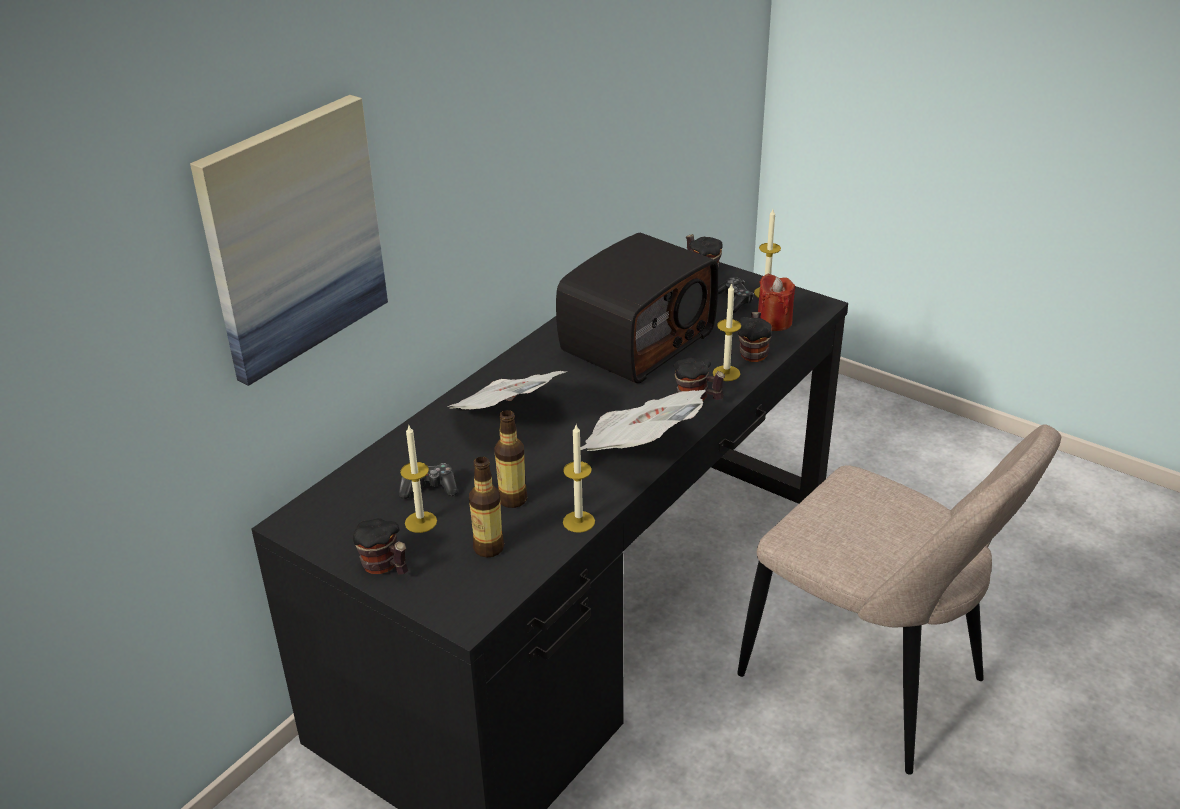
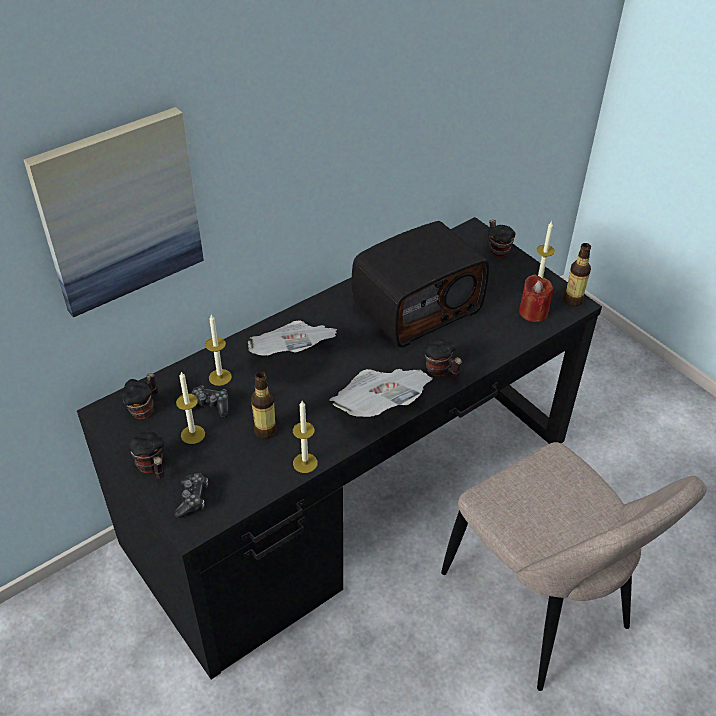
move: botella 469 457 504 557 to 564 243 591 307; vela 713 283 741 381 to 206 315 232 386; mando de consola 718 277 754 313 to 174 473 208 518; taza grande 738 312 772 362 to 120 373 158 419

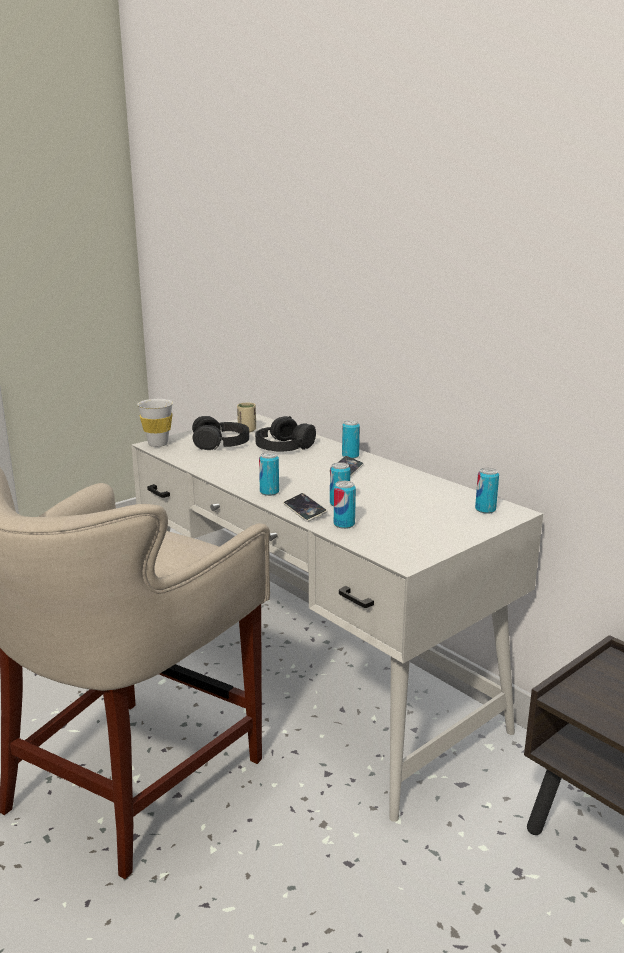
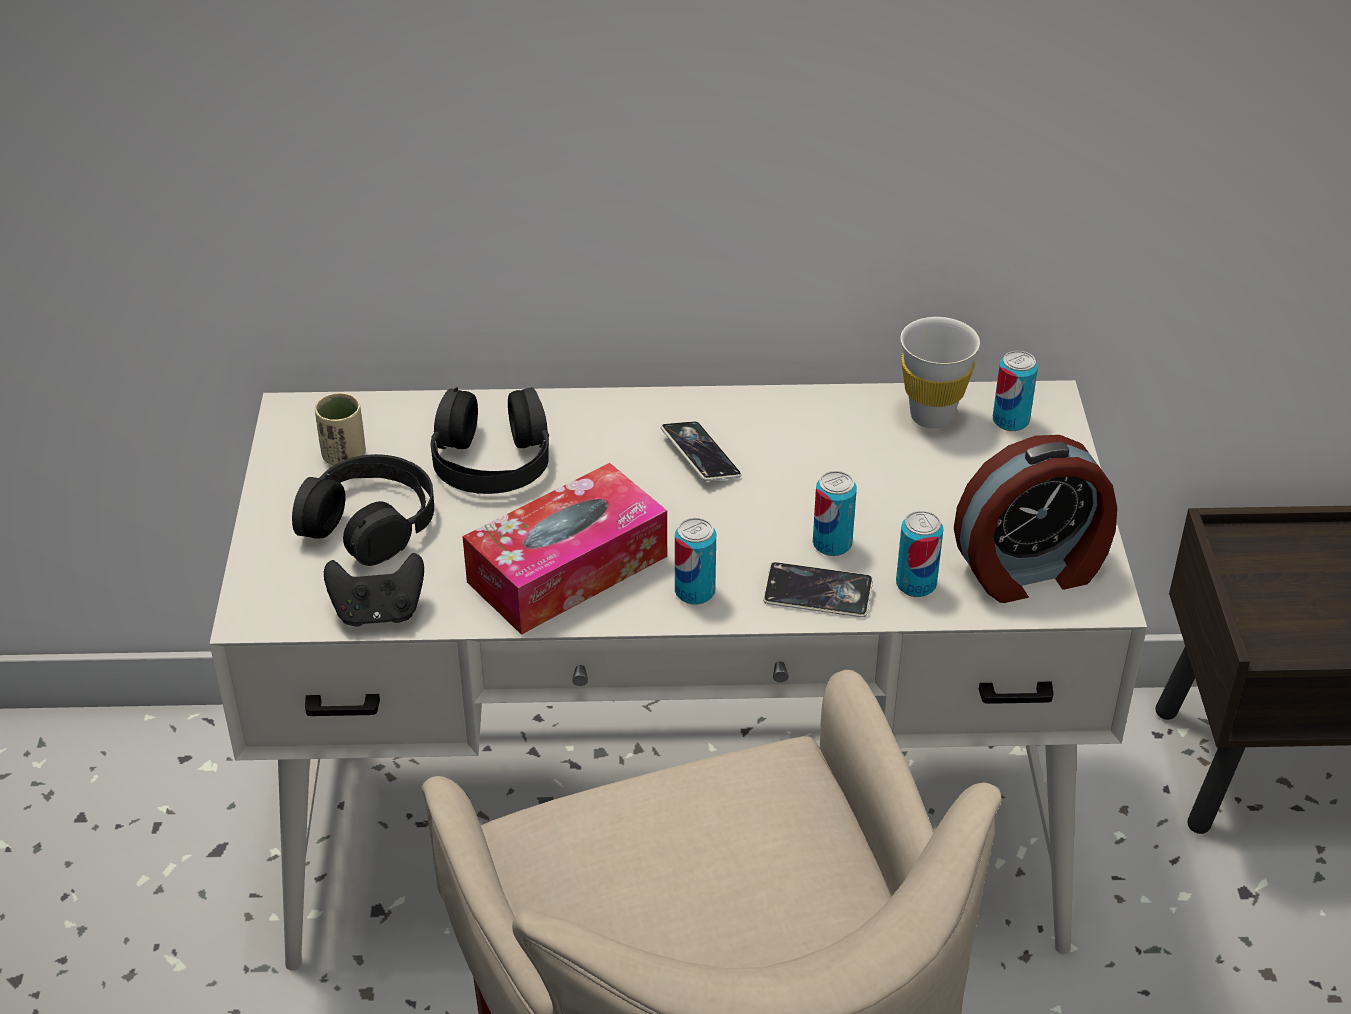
delete: lata 342 420 360 459
insert: mando de consola [negro] 324 553 424 627; caja de pañuelos 462 463 667 635; despertador 954 435 1117 603
move: taza [blanco] 137 399 173 447 to 900 317 980 428

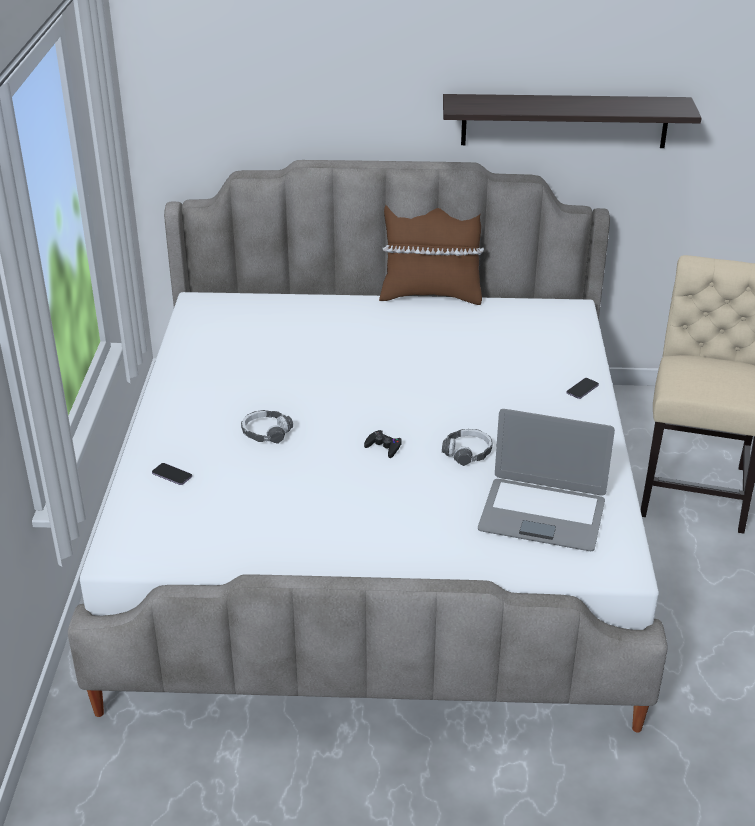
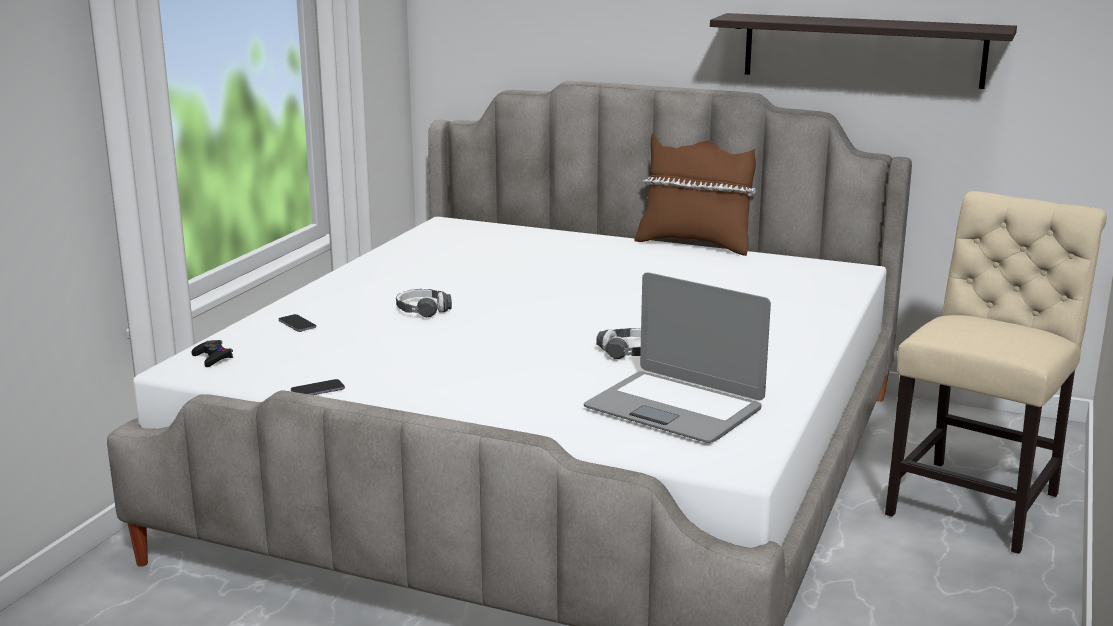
move: mando de consola [negro] 364 430 402 458 to 192 340 233 367; móvil 567 378 599 399 to 291 379 345 395

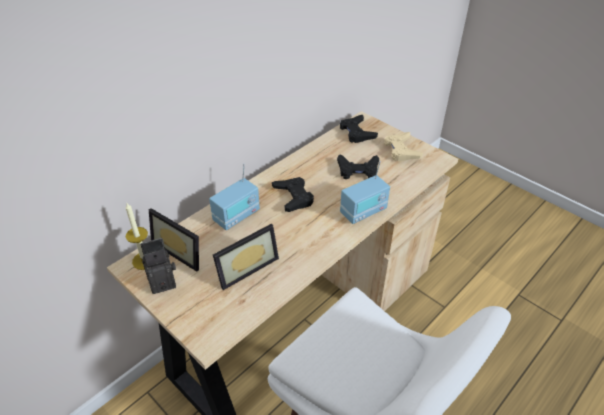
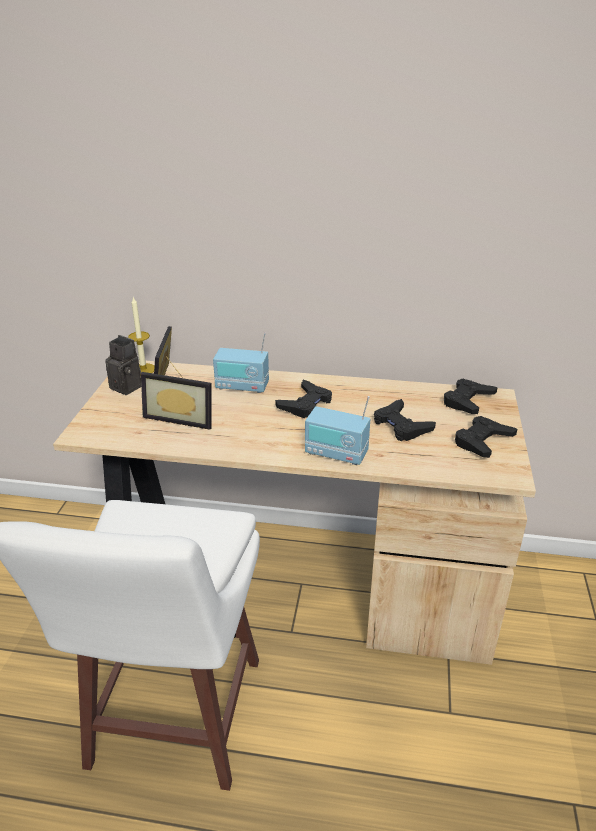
recolor: mando de consola [beis] 384 132 423 161 to mando de consola [negro] 455 416 517 458

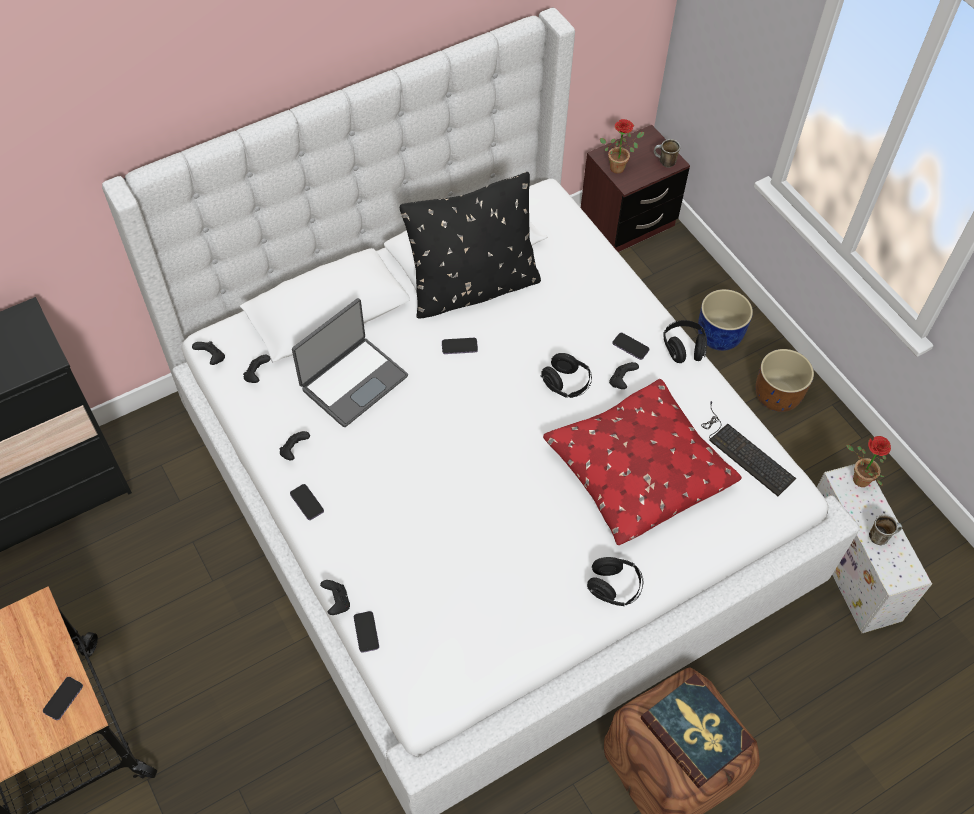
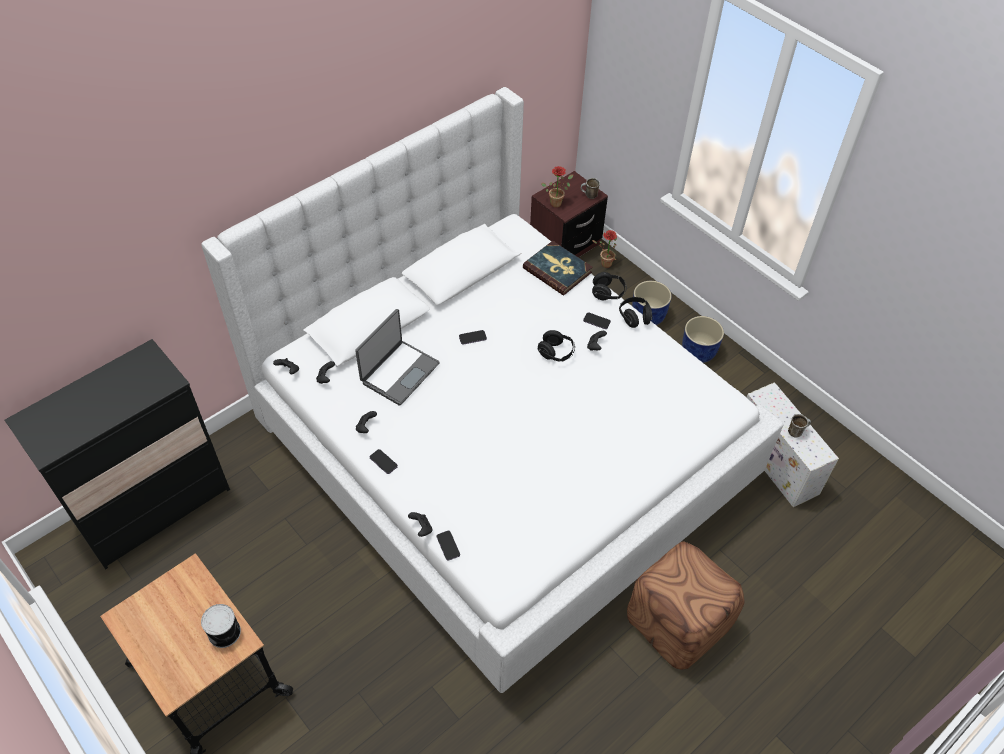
delete: cojín [negro] 400 172 541 319; cojín [rojo] 543 379 742 545; teclado 701 401 796 496
move: auriculares [negro] 587 557 643 606 to 592 272 627 300; libro 640 674 754 788 to 523 241 593 295; planta en maceta 846 436 891 487 to 592 230 617 268
replace: móvil 43 677 83 720 to lata 201 604 241 648
recolor: maceta [marrón] 755 349 814 412 to maceta [azul] 682 316 724 363

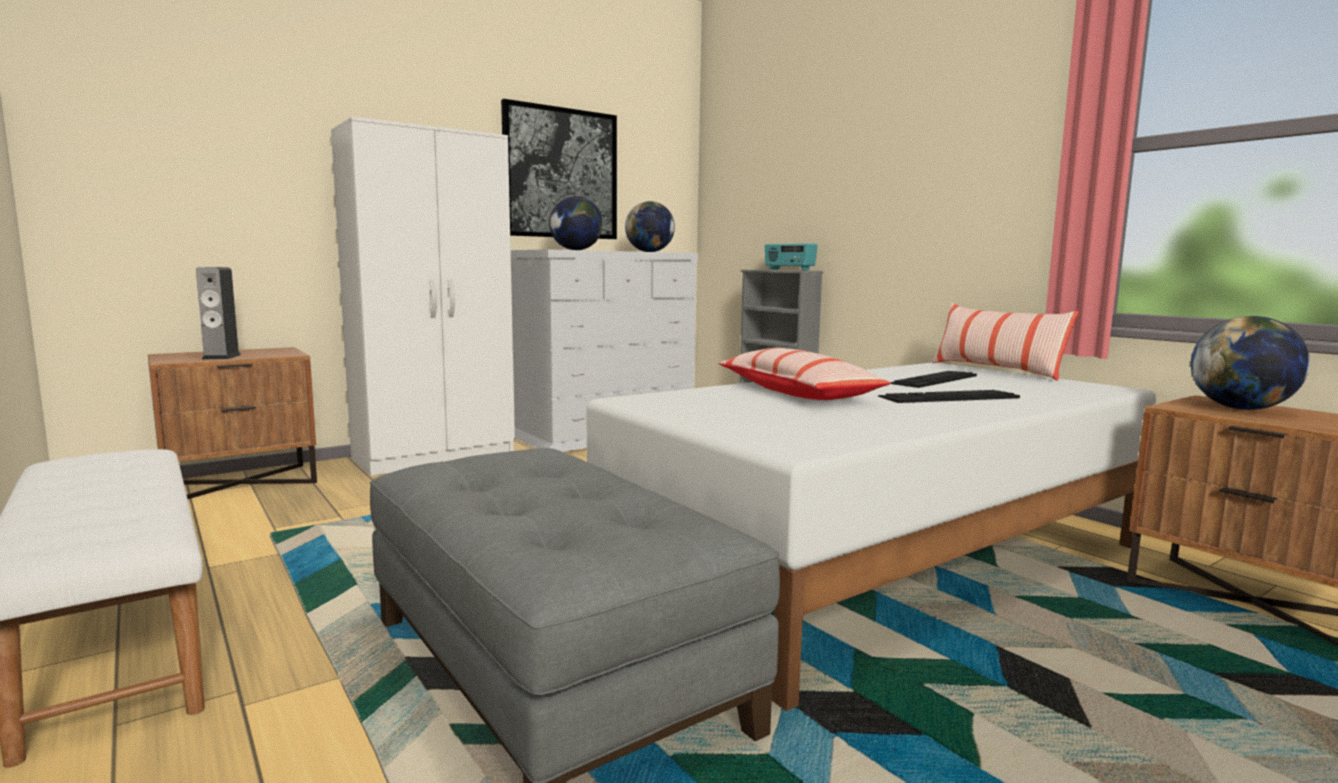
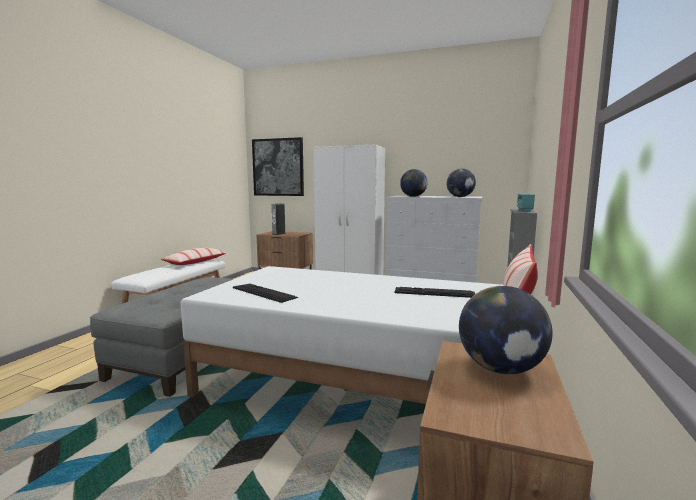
move: cuadro 501 99 617 239 to 252 137 304 196; cojín 718 348 891 400 to 161 248 226 265; teclado 878 390 1020 403 to 233 284 298 303

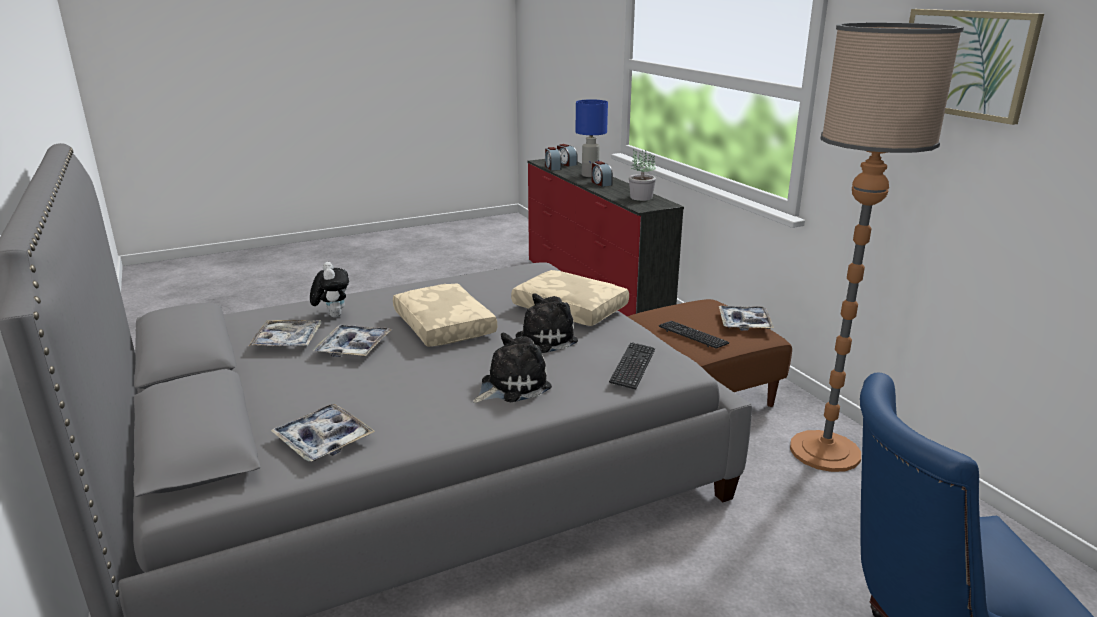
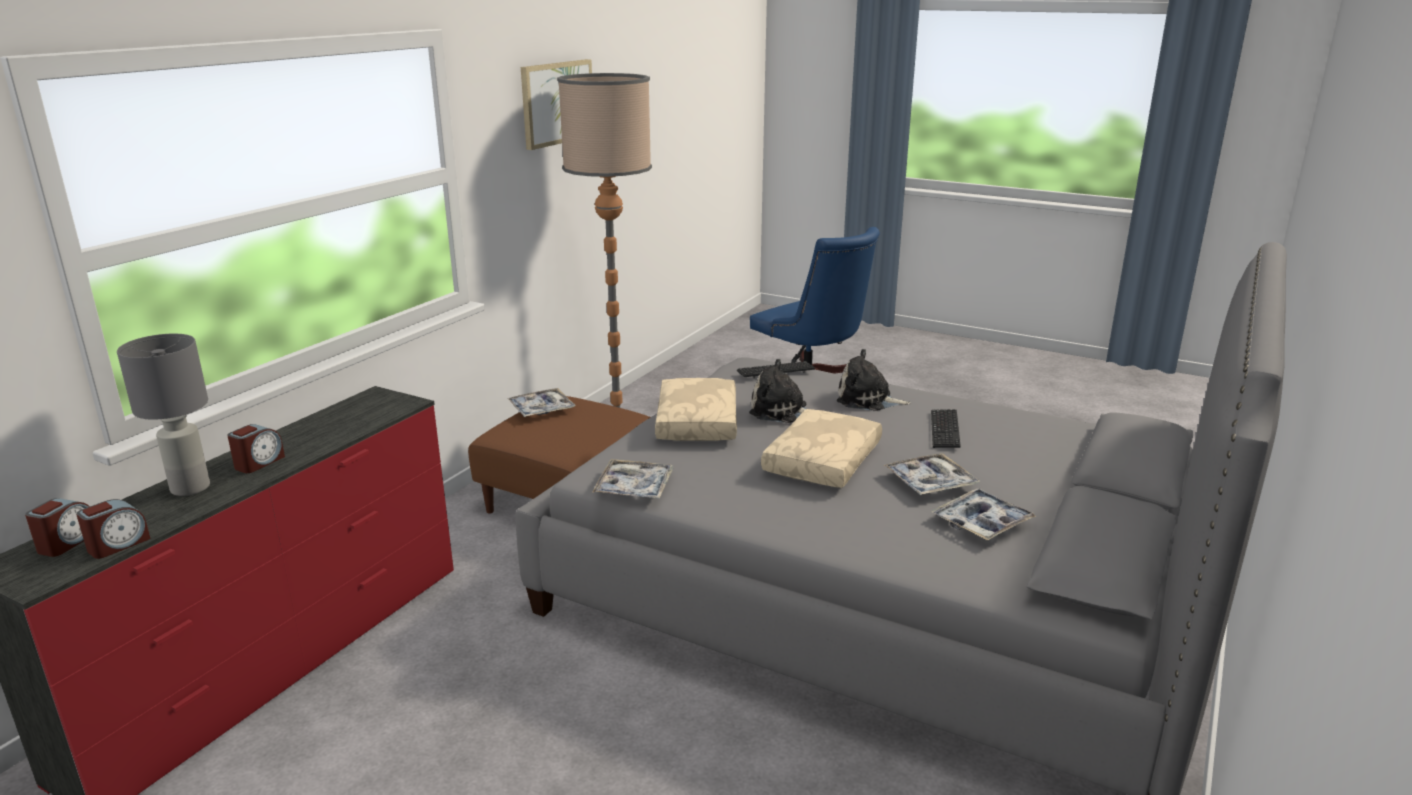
delete: peluche 310 262 349 318; planta en maceta 629 150 656 201
move: bandeja 270 404 375 462 to 592 459 674 499; teclado 659 321 729 349 to 931 409 961 448
recolor: lámpara de mesa [azul] 575 99 608 177 to lámpara de mesa [gris] 117 334 210 496

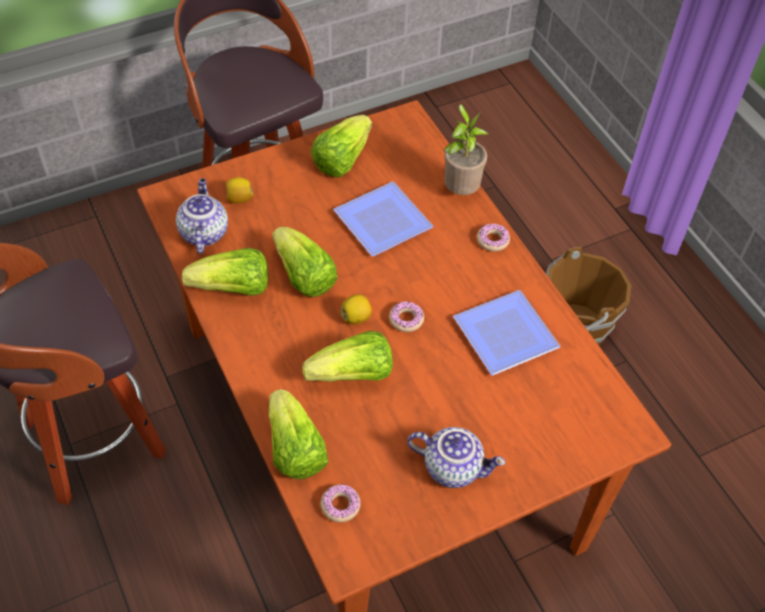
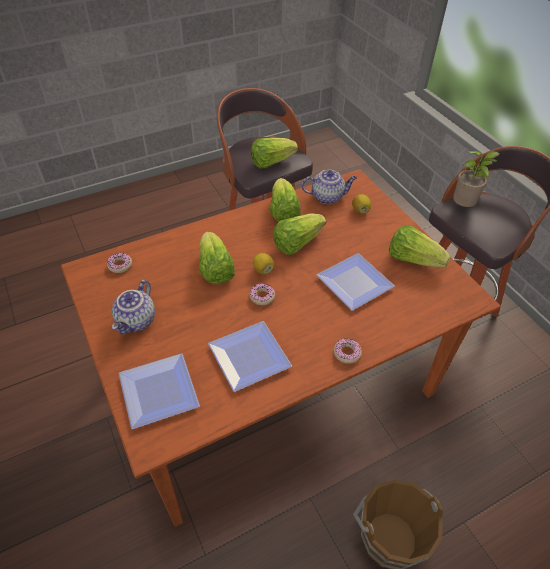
insert: plato 119 353 200 429
move: lechuga 269 389 328 479 to 251 138 298 168; planta en maceta 444 104 488 195 to 453 151 499 207

